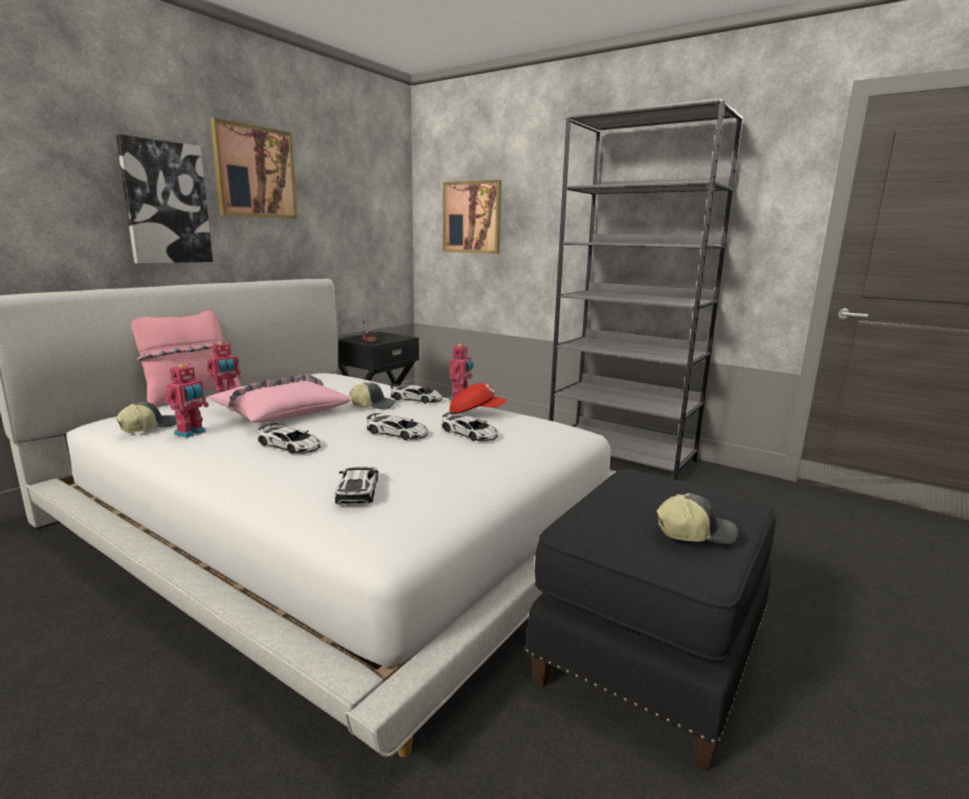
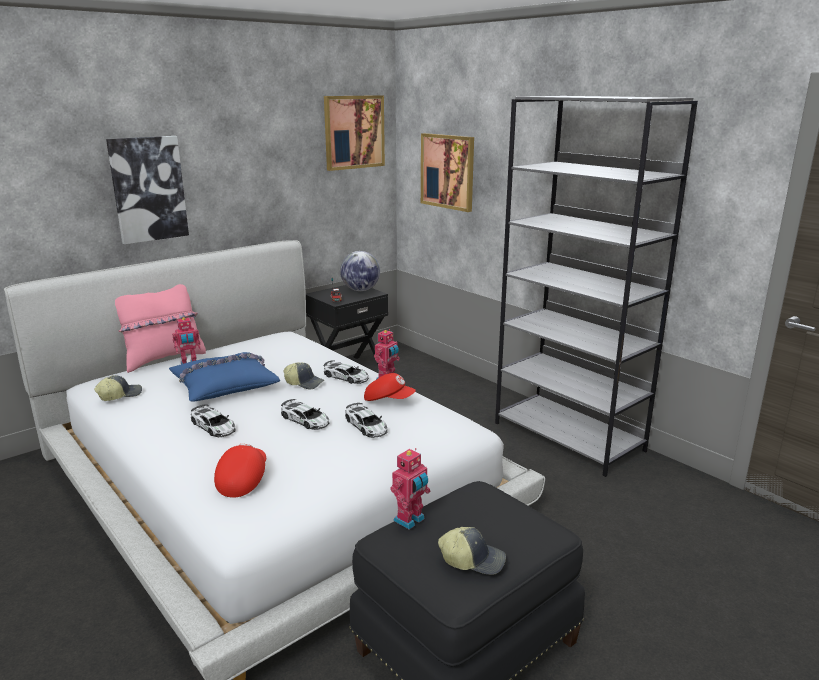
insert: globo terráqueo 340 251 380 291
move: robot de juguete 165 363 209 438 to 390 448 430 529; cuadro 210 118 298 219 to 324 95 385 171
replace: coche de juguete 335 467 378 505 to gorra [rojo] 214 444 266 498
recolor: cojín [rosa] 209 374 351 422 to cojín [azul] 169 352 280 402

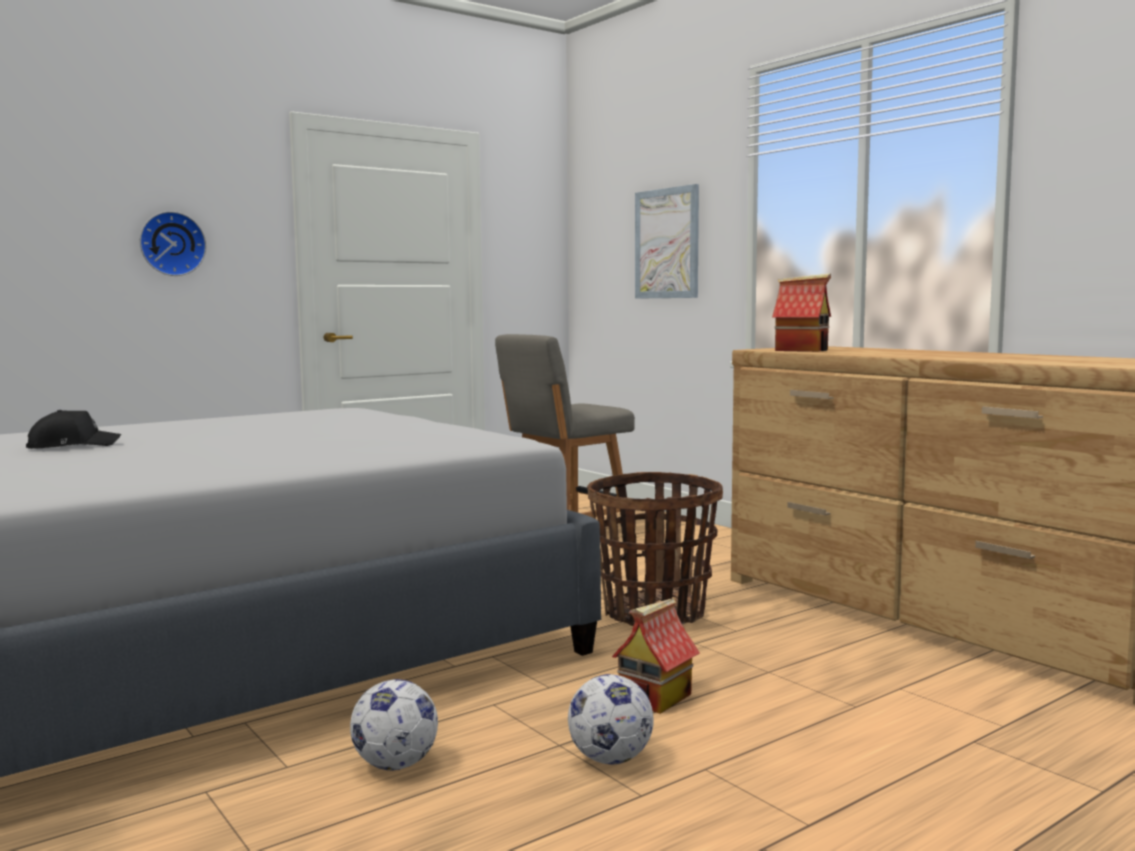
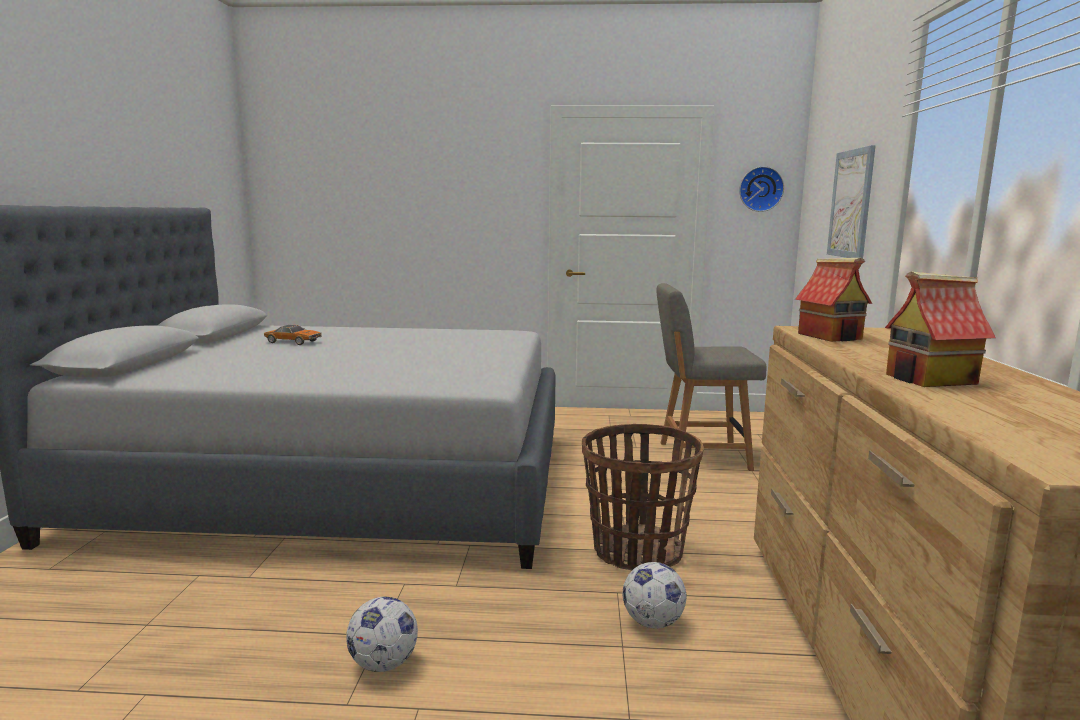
move: reloj de pared 140 211 206 276 to 739 166 784 212; balón de fútbol 350 679 438 770 to 623 562 687 628; casita 612 598 699 714 to 885 272 996 387
replace: gorra [negro] 26 410 121 449 to coche de juguete 264 324 322 345

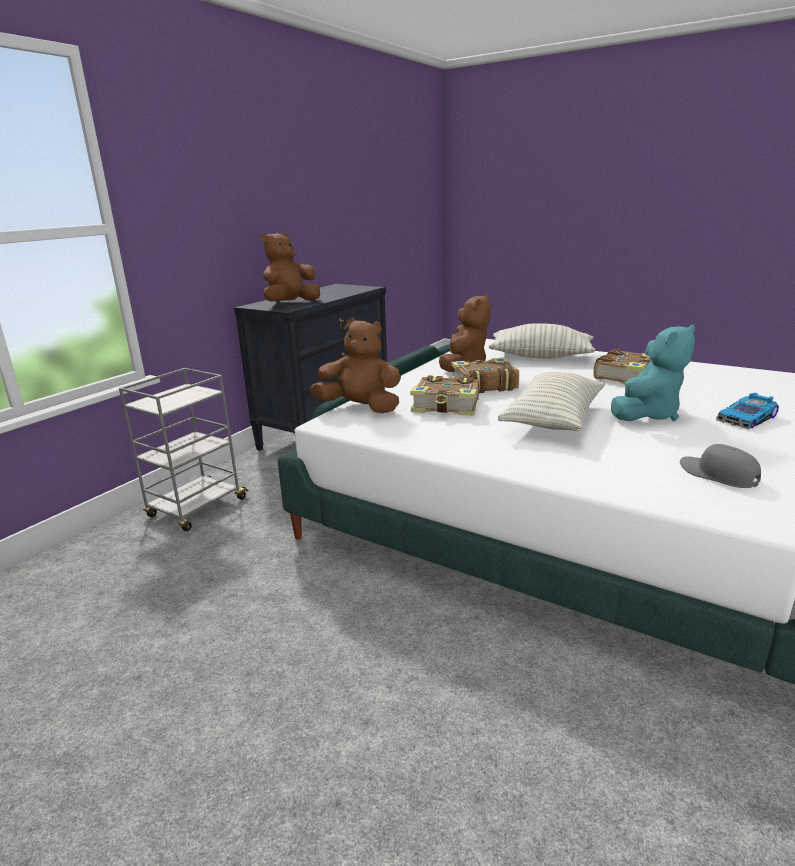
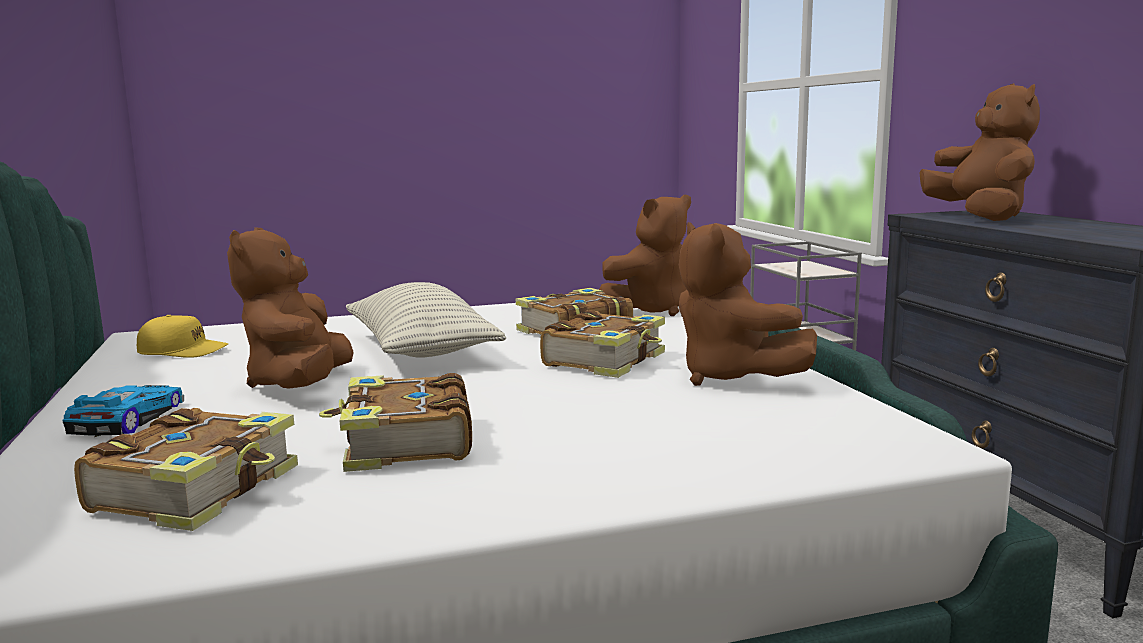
delete: cojín 489 323 595 358
insert: libro 74 408 298 531
recolor: peluche [turquesa] 611 325 695 421 to peluche [marrón] 227 227 354 389; gorra [gris] 680 444 761 488 to gorra [amarillo] 137 315 228 358

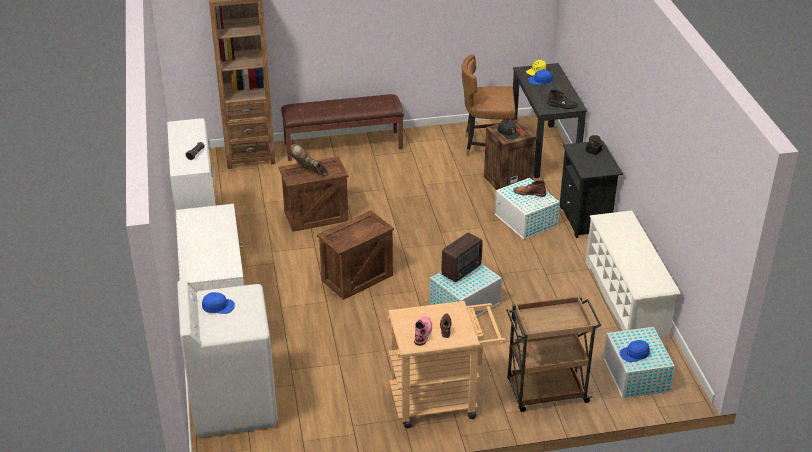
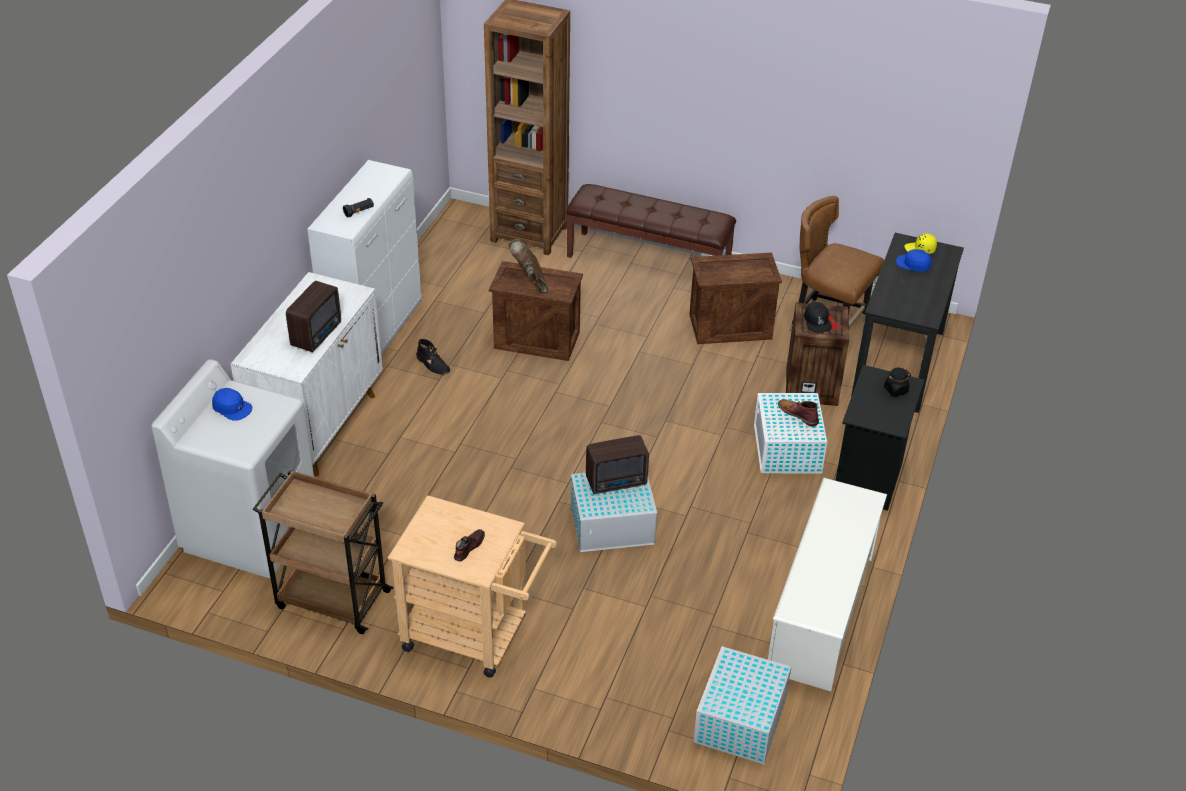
delete: bota [rosa] 414 316 432 346; gorra [azul] 619 340 650 362
insert: radio 286 281 341 352
move: caja de embalaje 317 211 394 300 to 689 253 782 344; carrito [marrón] 506 296 601 412 to 253 469 394 634; bota [negro] 547 90 579 109 to 416 339 450 374

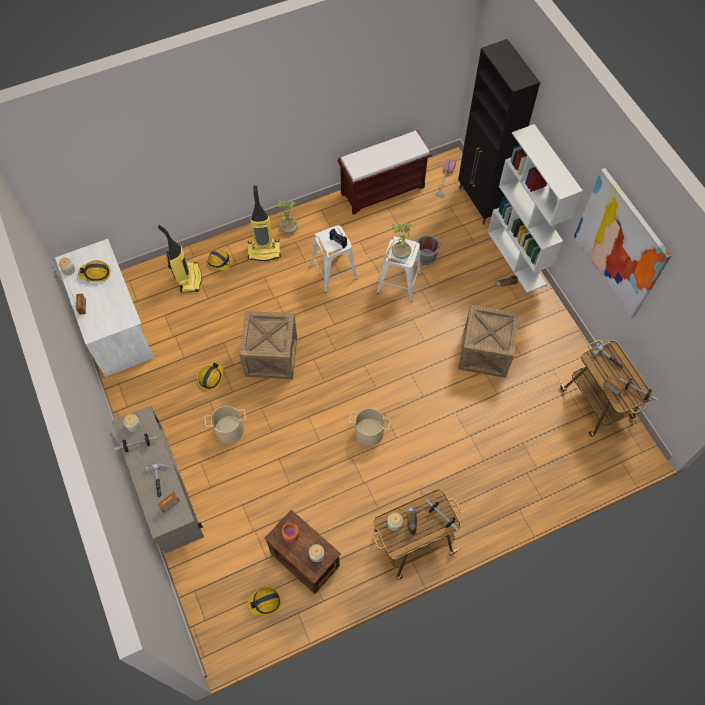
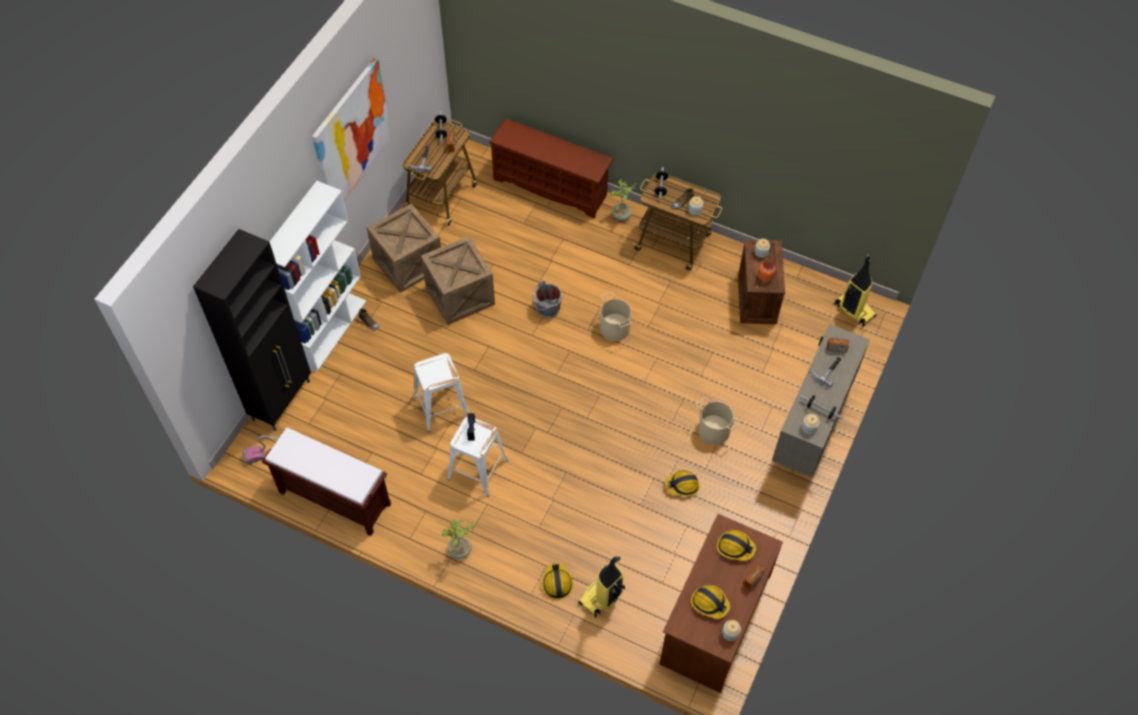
insert: zapatero [marrón] 489 119 614 219
move: caja de embalaje 239 311 297 379 to 367 203 441 293; casco 247 586 281 616 to 717 530 756 561; aspiradora 248 185 281 261 to 834 254 877 327; planta en maceta 391 223 412 259 to 610 179 638 221; cubo [gris] 415 235 441 265 to 532 280 563 318
recolor: escritorio [blanco] 55 239 154 377 to escritorio [marrón] 660 514 783 693

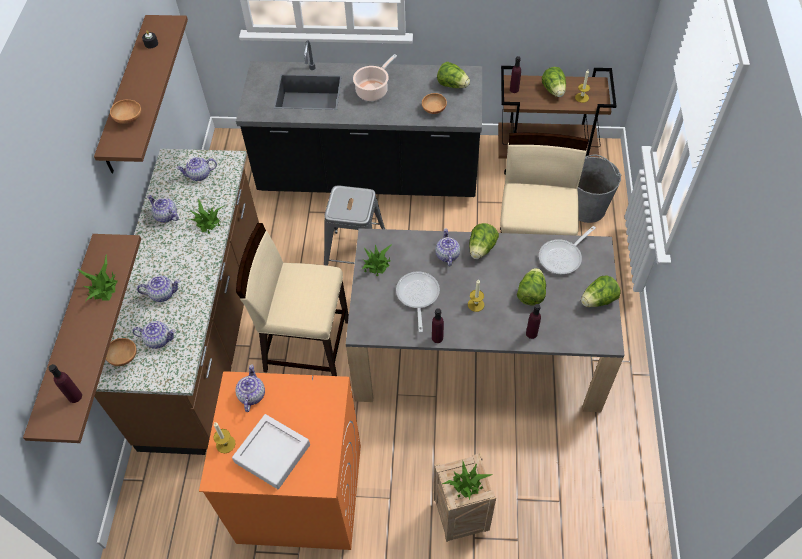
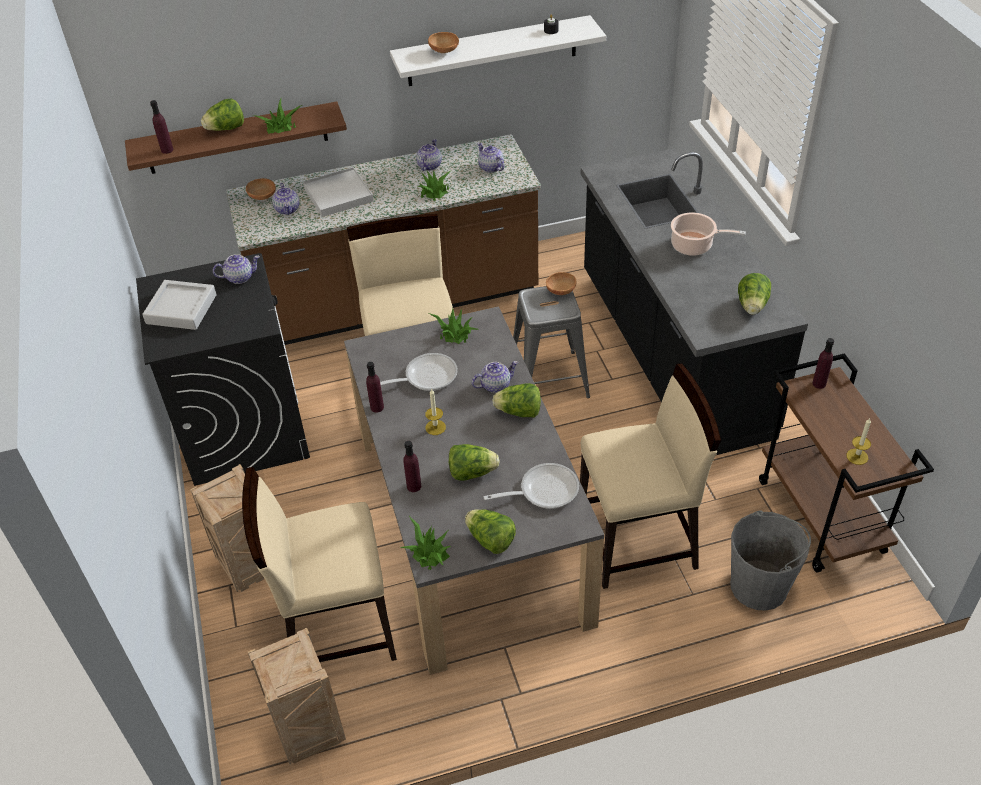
delete: vela 214 423 235 453
insert: silla [beis] 242 467 397 662; caja de embalaje 248 628 346 764
move: cuenco [marrón] 422 93 447 114 to 546 272 577 295; planta en maceta 442 460 493 500 to 400 516 451 570; lechuga 542 67 566 97 to 201 99 244 131
replace: tetera 137 276 180 302 to bandeja [blanco] 303 167 374 217
recolor: estante [marrón] 94 15 188 173 to estante [blanco] 390 15 606 86; lavadora [naranja] 199 371 361 550 to lavadora [negro] 136 253 310 486
rotate: sartén 539 226 596 274 = 484 463 579 509 135 degrees clockwise

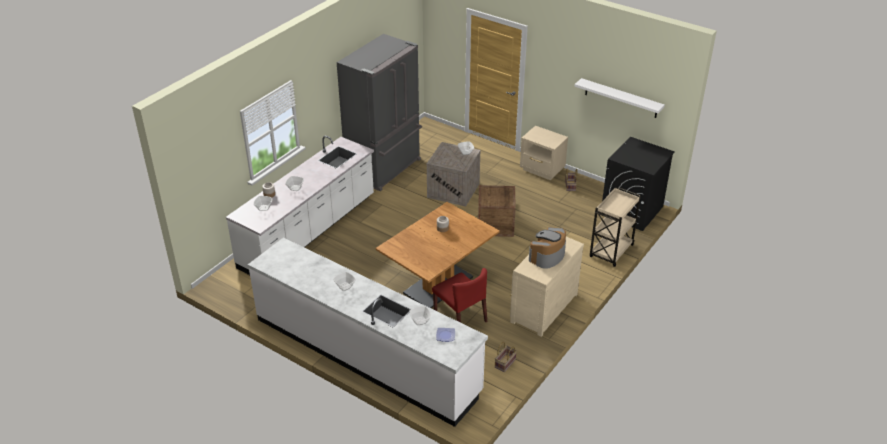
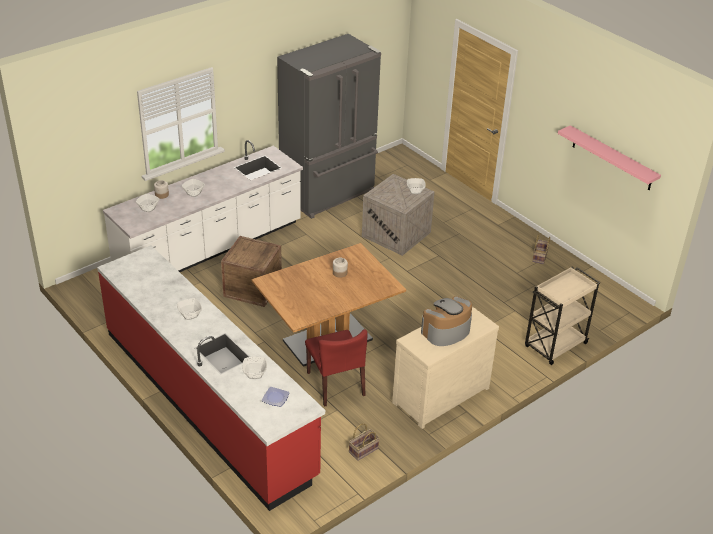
delete: mesita de noche [beis] 520 126 568 180; lavadora [negro] 602 137 675 231
move: caja de embalaje 478 185 516 237 to 221 236 282 307
recolor: mueble bajo de cocina [blanco] 248 237 488 427 to mueble bajo de cocina [rojo] 97 245 325 511; estante [blanco] 574 78 665 118 to estante [rosa] 558 125 661 190

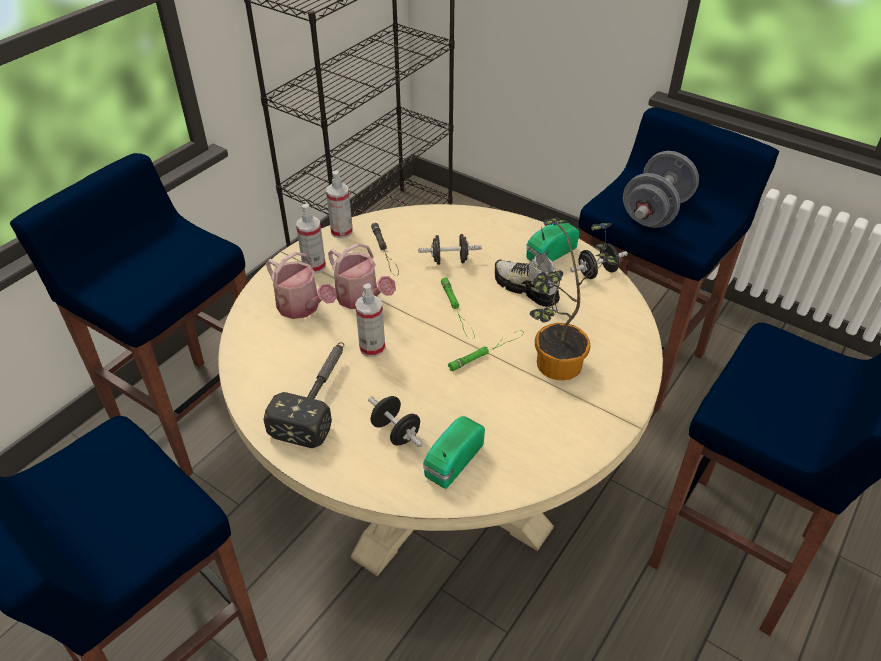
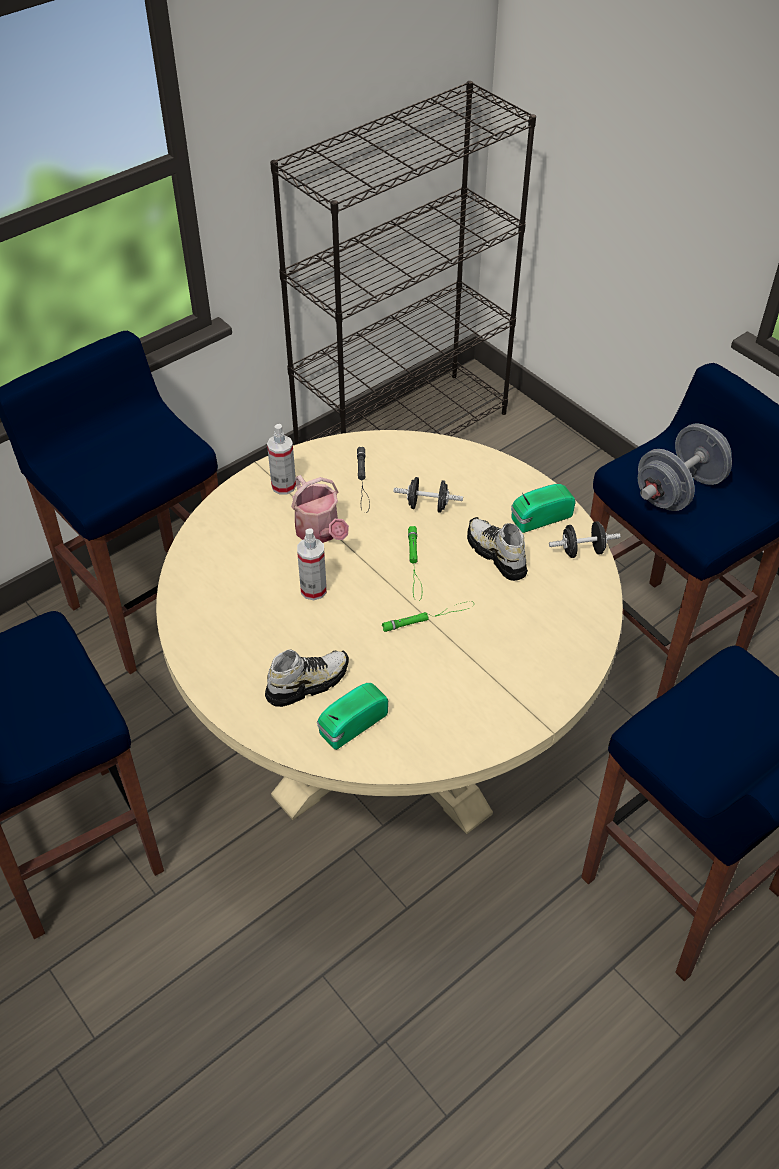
delete: martillo 263 342 344 448; regadera 266 252 337 319; pulverizador 326 171 353 239; planta en maceta 530 217 618 380
replace: mancuerna [negro] 368 396 423 447 to zapato 265 650 349 707

